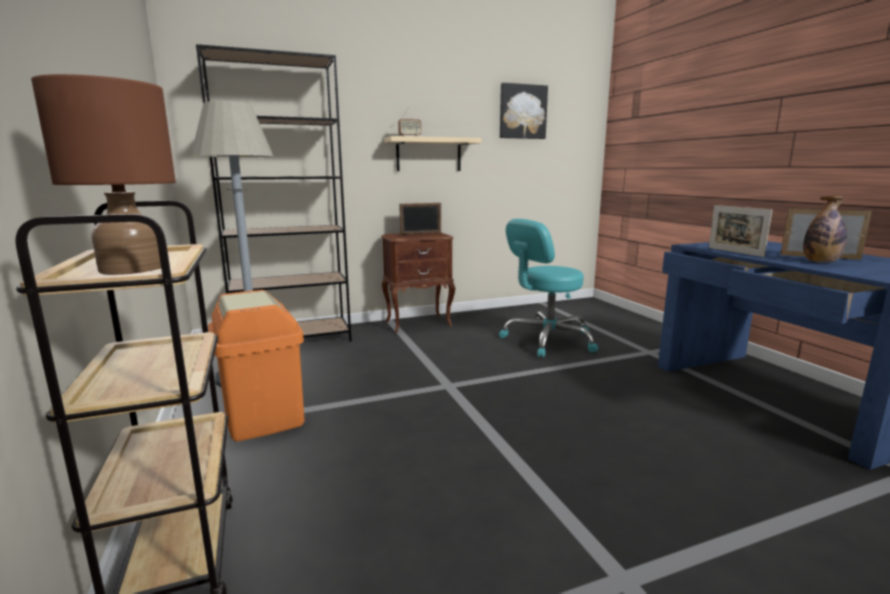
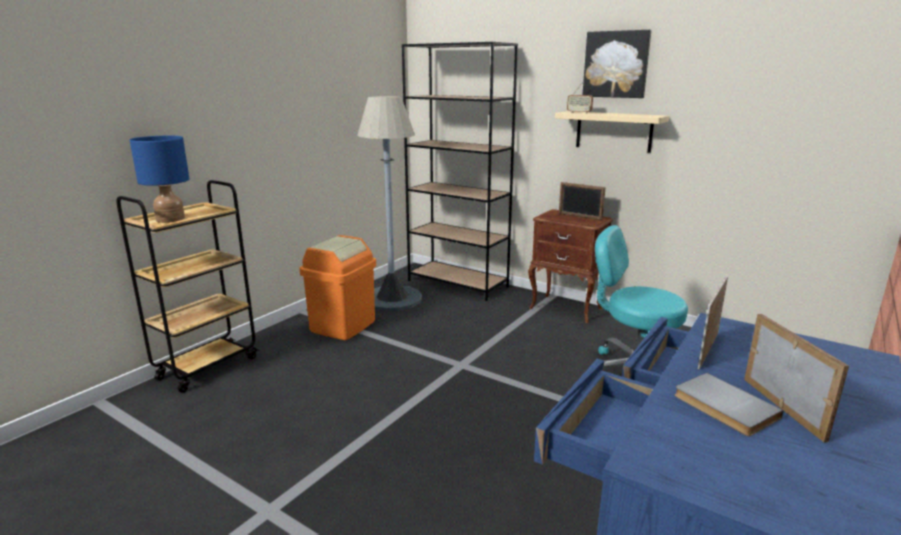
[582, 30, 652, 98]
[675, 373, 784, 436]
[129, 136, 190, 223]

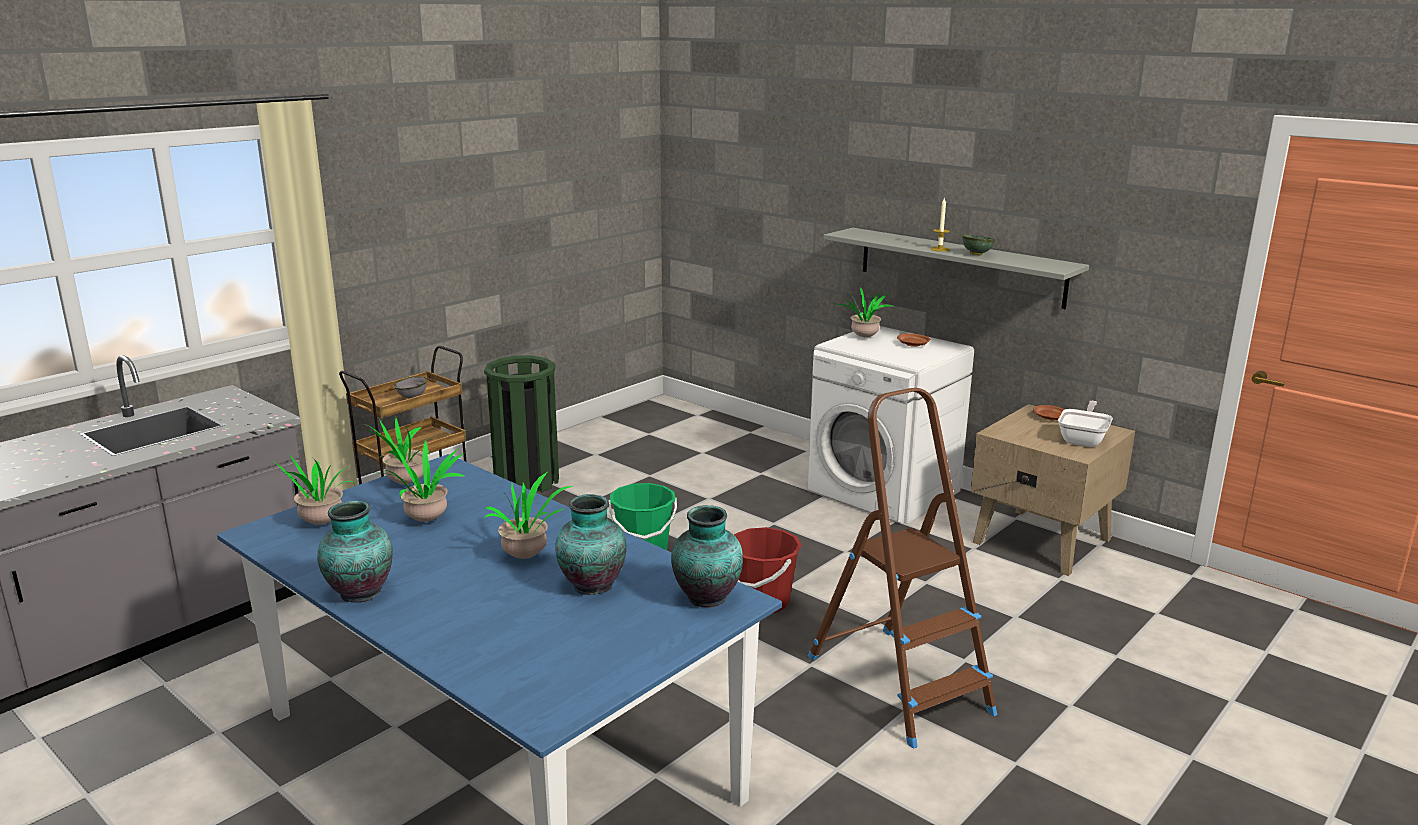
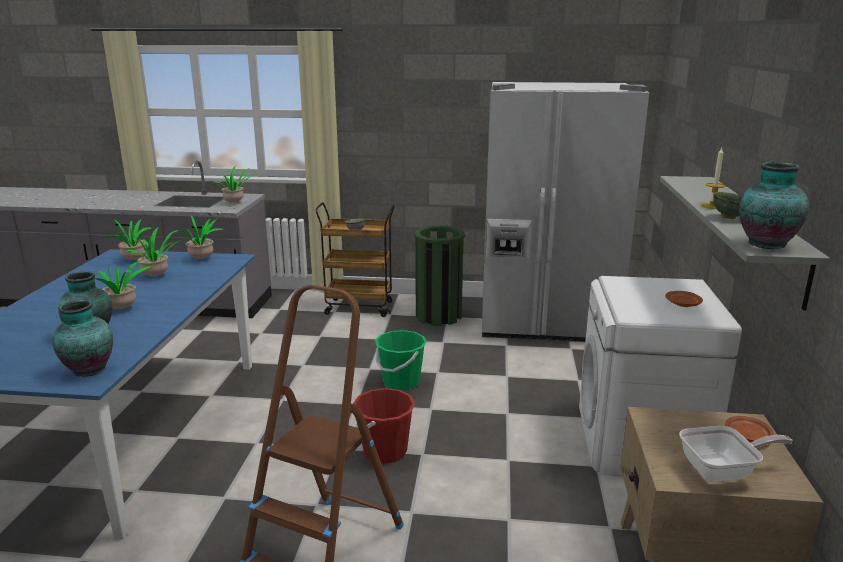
[482, 82, 649, 342]
[739, 162, 809, 249]
[213, 166, 254, 202]

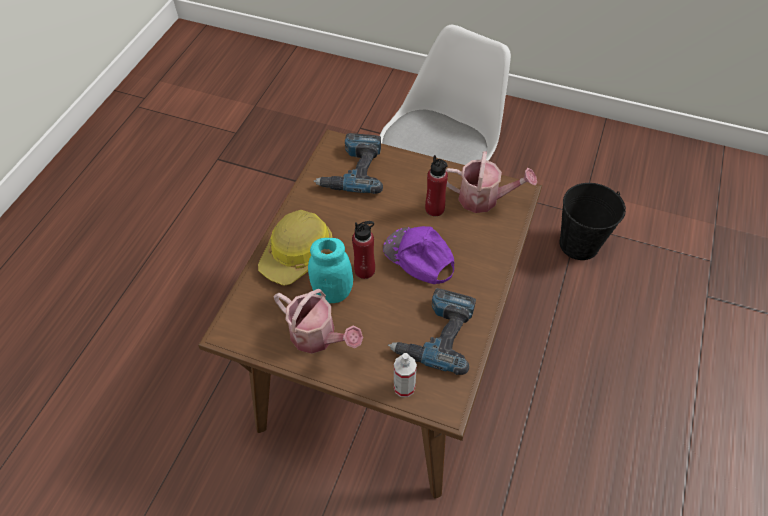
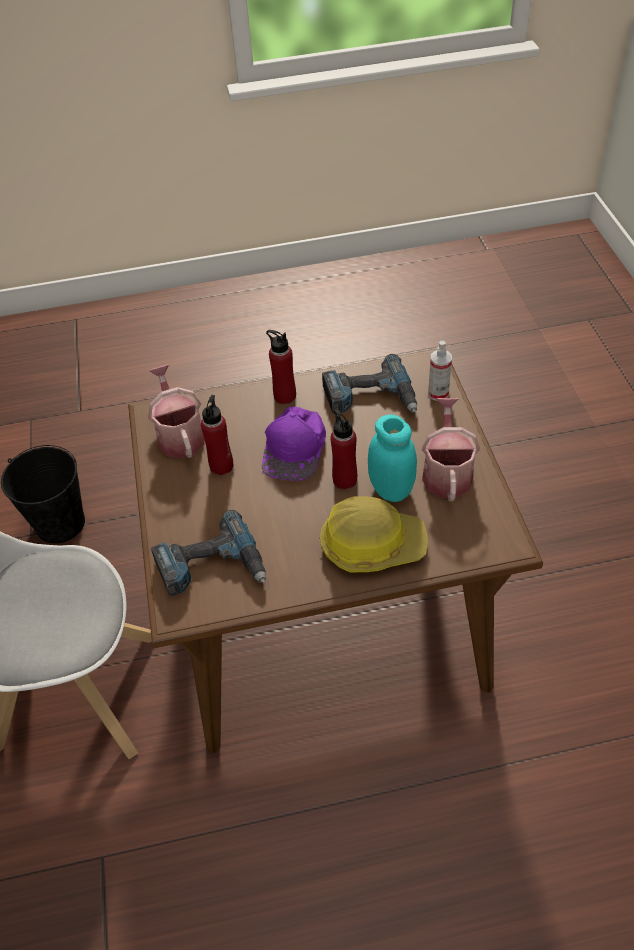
[266, 330, 296, 404]

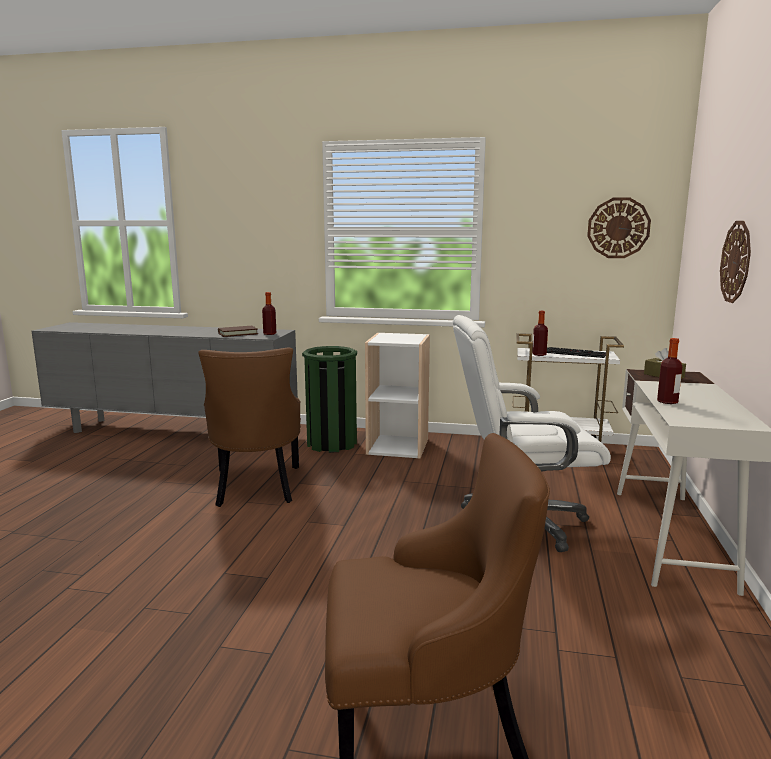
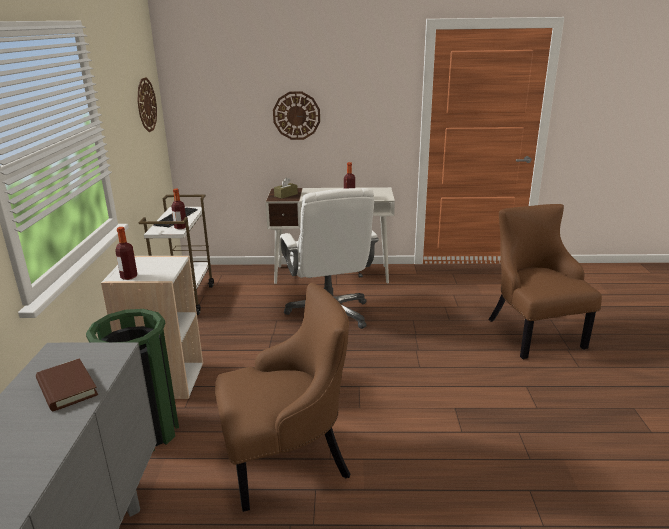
[115, 227, 137, 280]

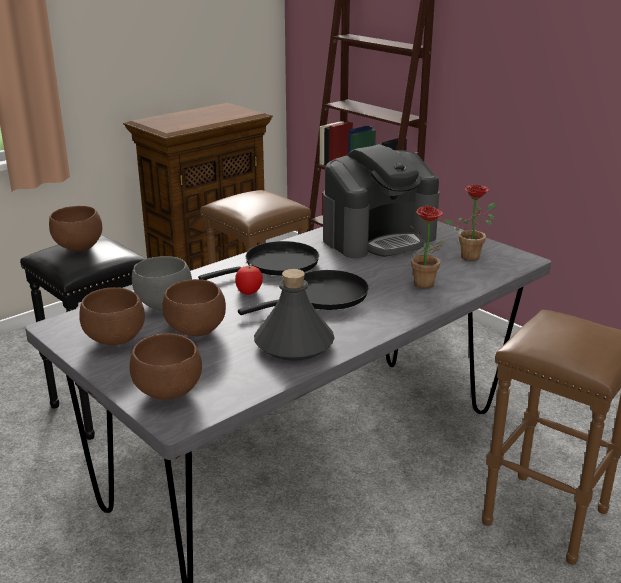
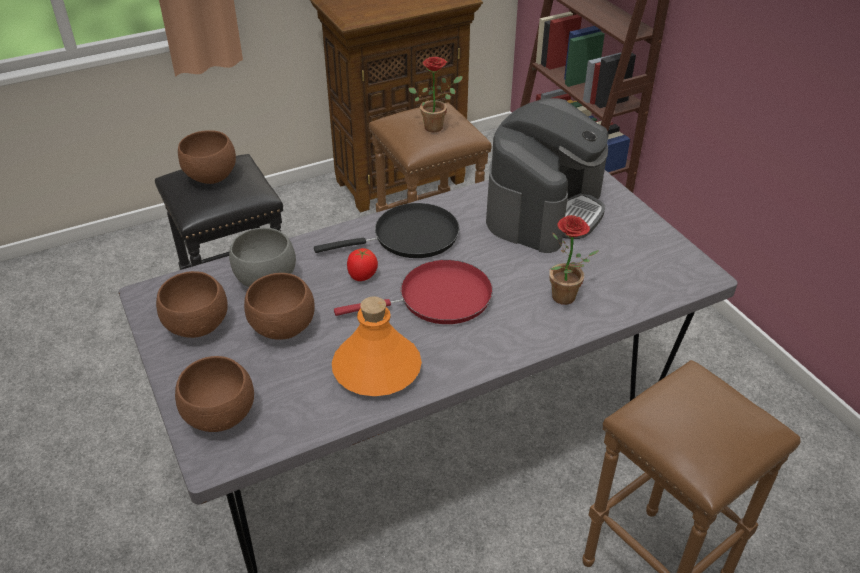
[409, 57, 463, 132]
[334, 260, 493, 324]
[332, 296, 422, 396]
[486, 98, 609, 253]

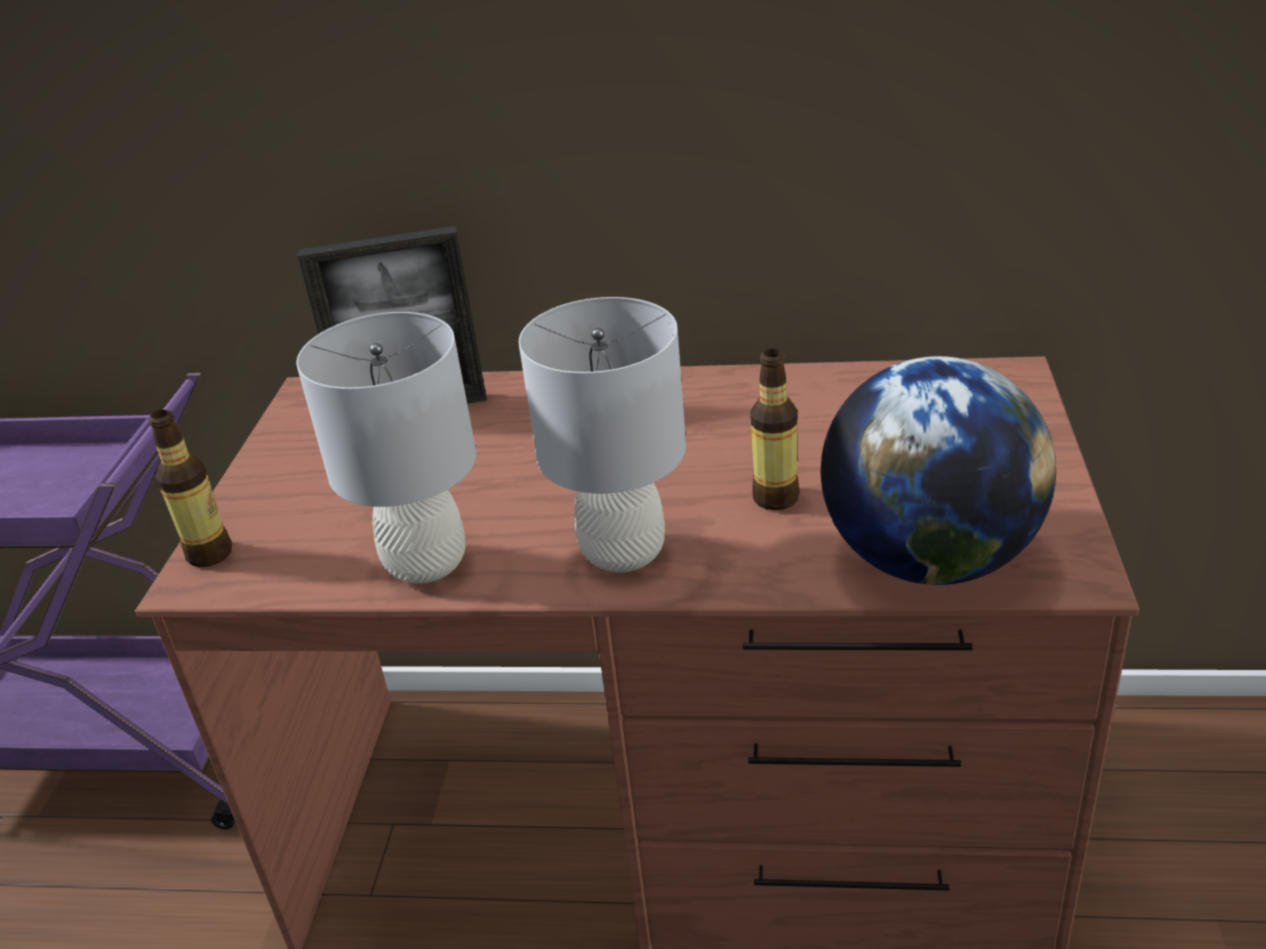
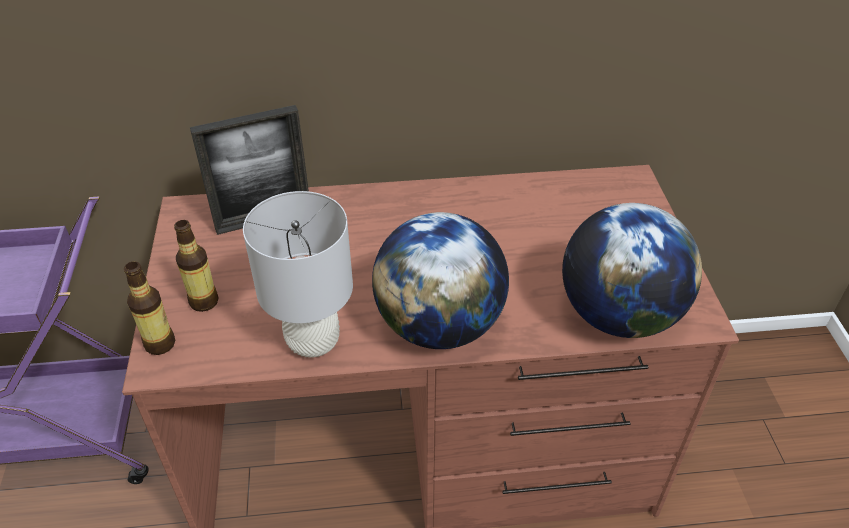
[174, 220, 219, 312]
[372, 212, 509, 349]

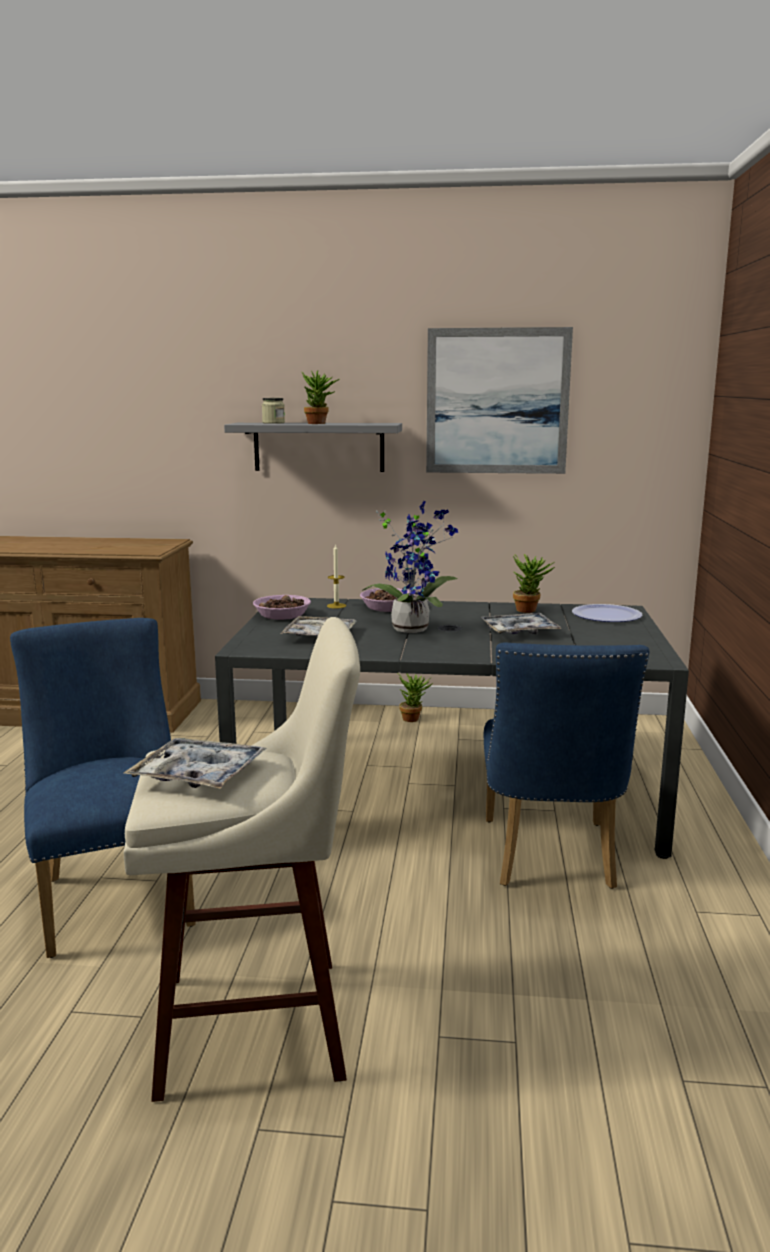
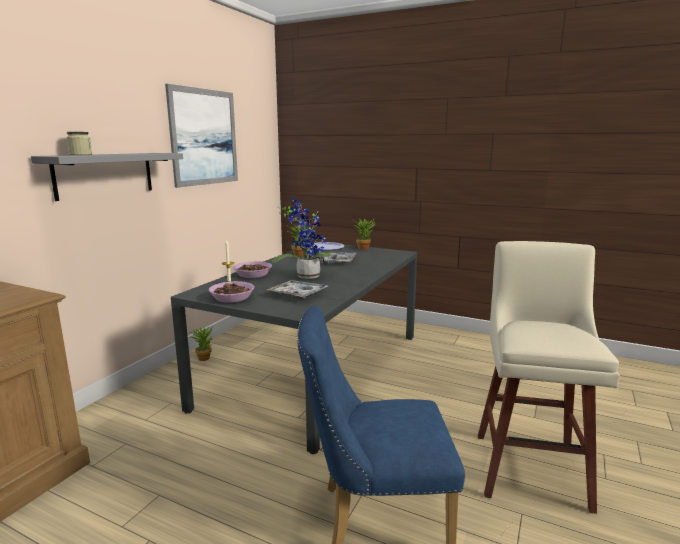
[124, 738, 267, 789] (first image)
[484, 642, 649, 889] (first image)
[354, 219, 376, 250]

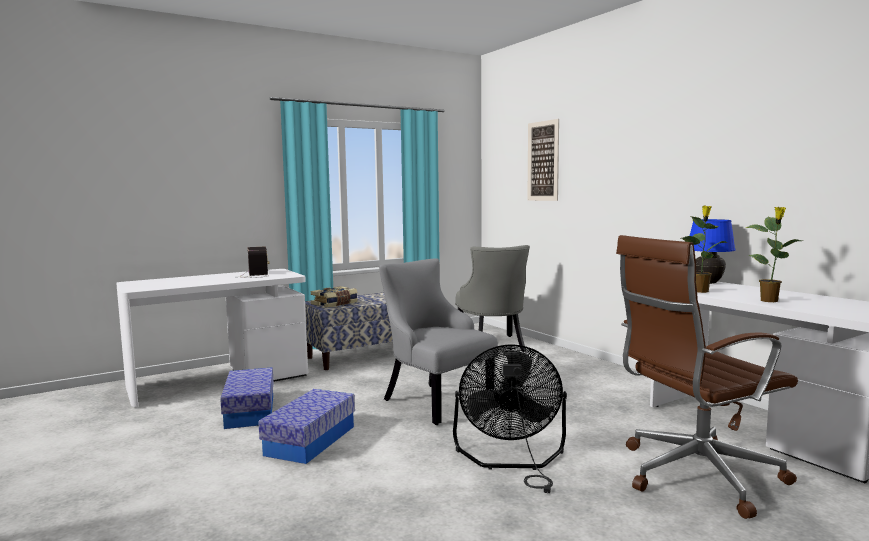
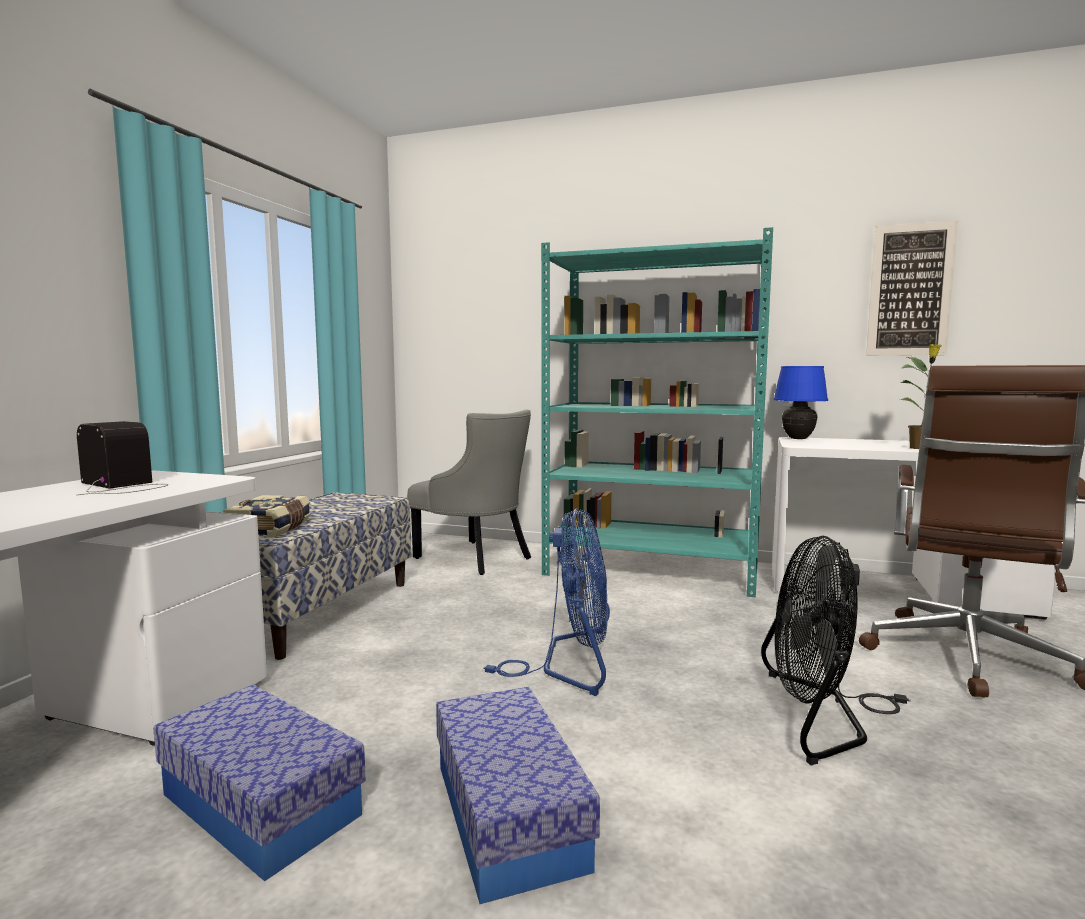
[682, 206, 728, 293] (first image)
[541, 227, 773, 598]
[866, 221, 958, 356]
[484, 508, 610, 696]
[761, 536, 911, 766]

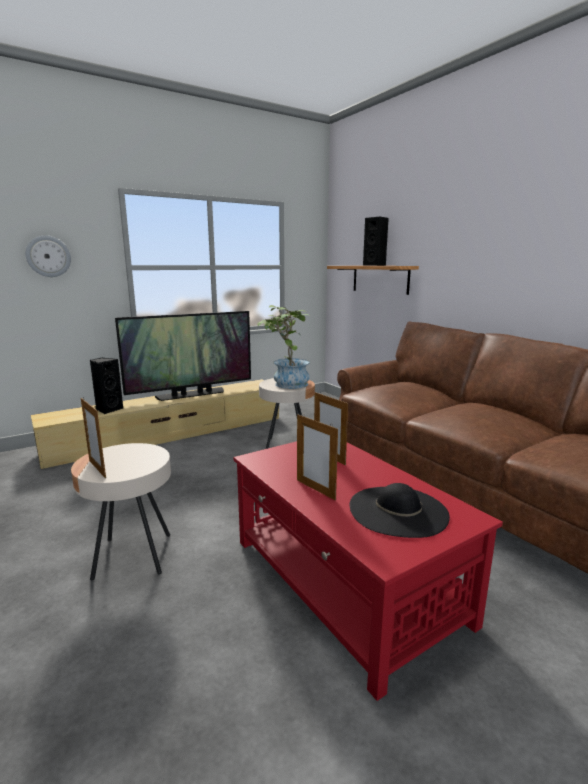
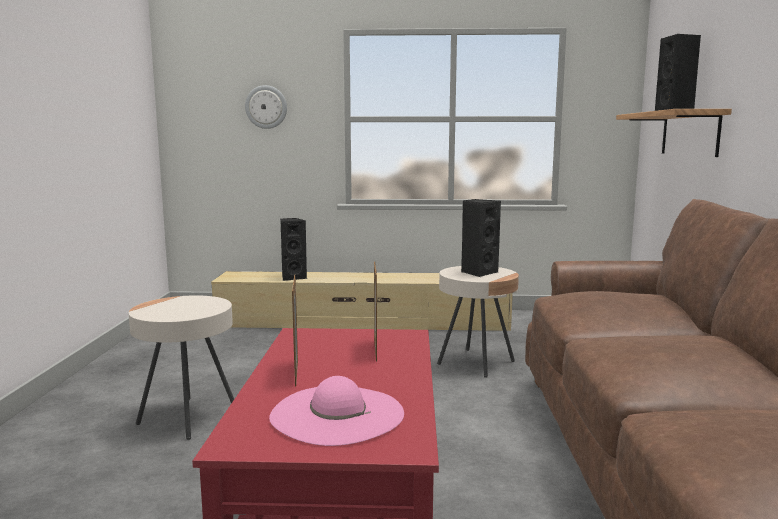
[81, 397, 106, 479] (first image)
[115, 311, 251, 401] (first image)
[461, 199, 501, 277]
[269, 376, 404, 446]

